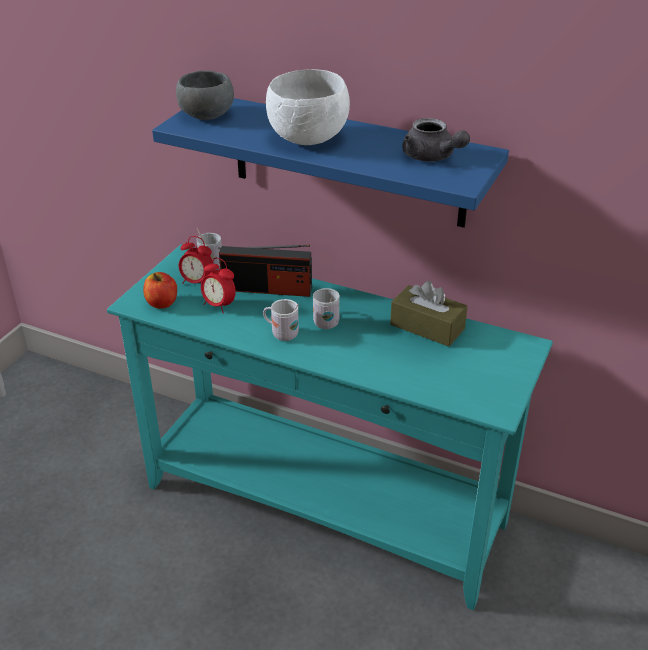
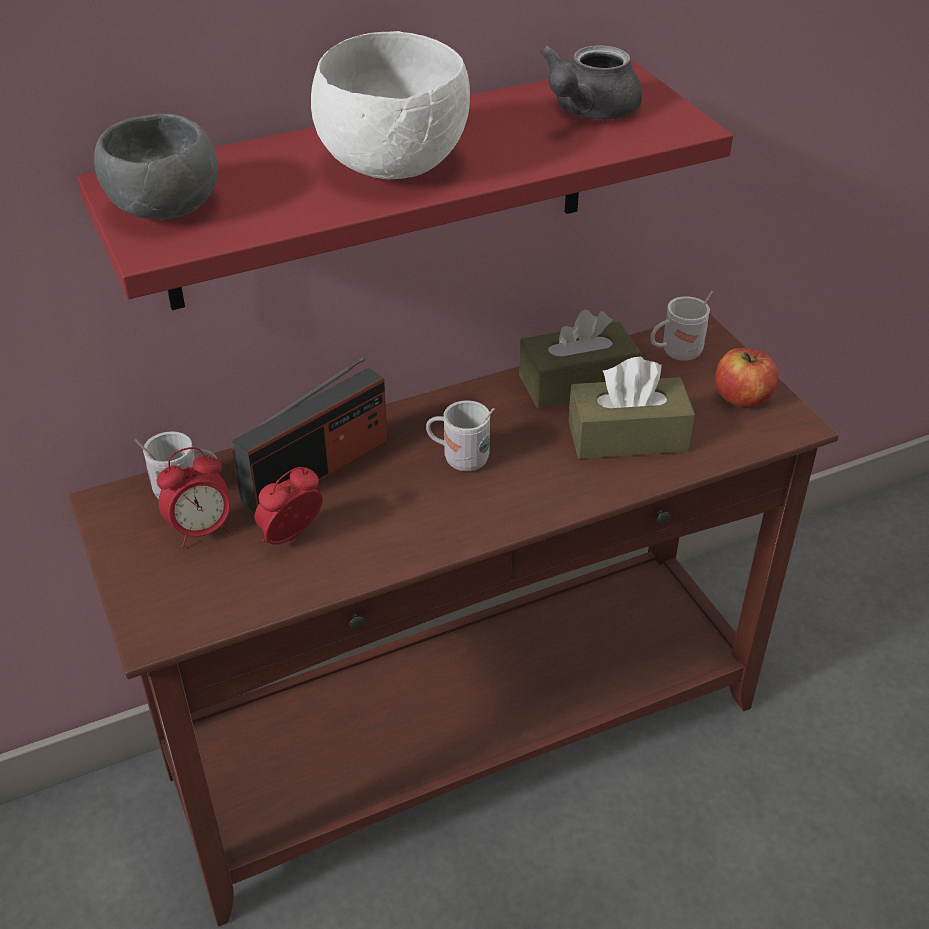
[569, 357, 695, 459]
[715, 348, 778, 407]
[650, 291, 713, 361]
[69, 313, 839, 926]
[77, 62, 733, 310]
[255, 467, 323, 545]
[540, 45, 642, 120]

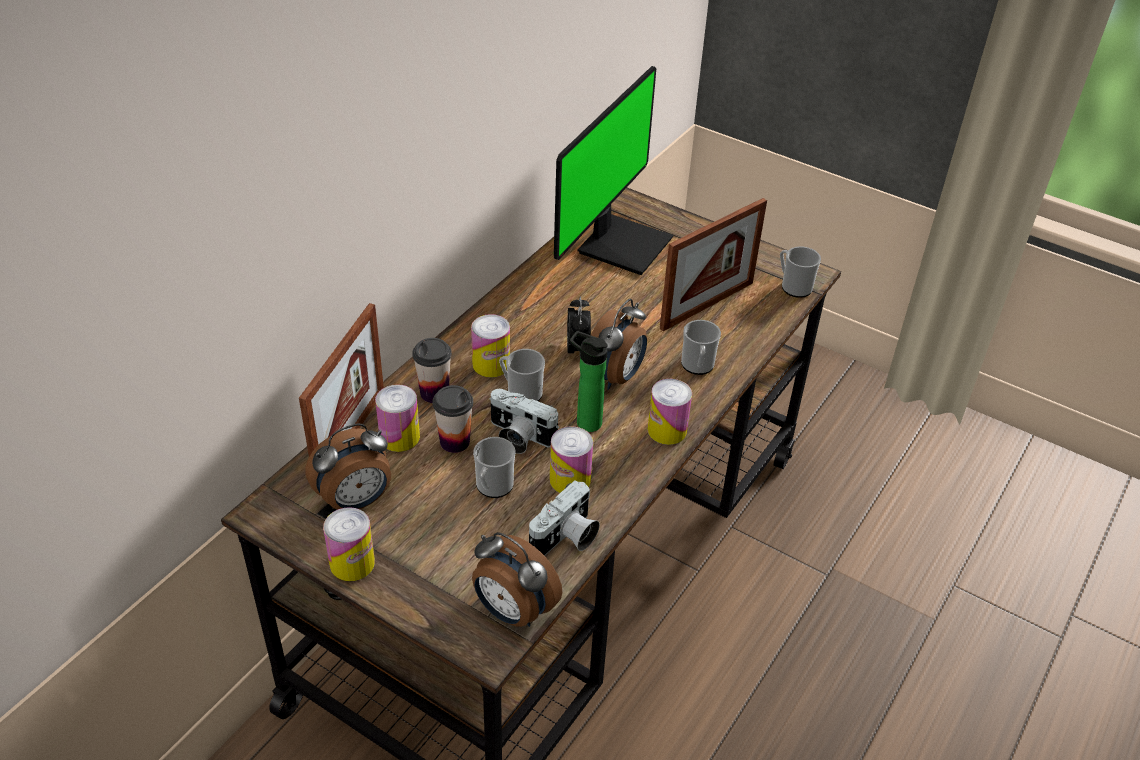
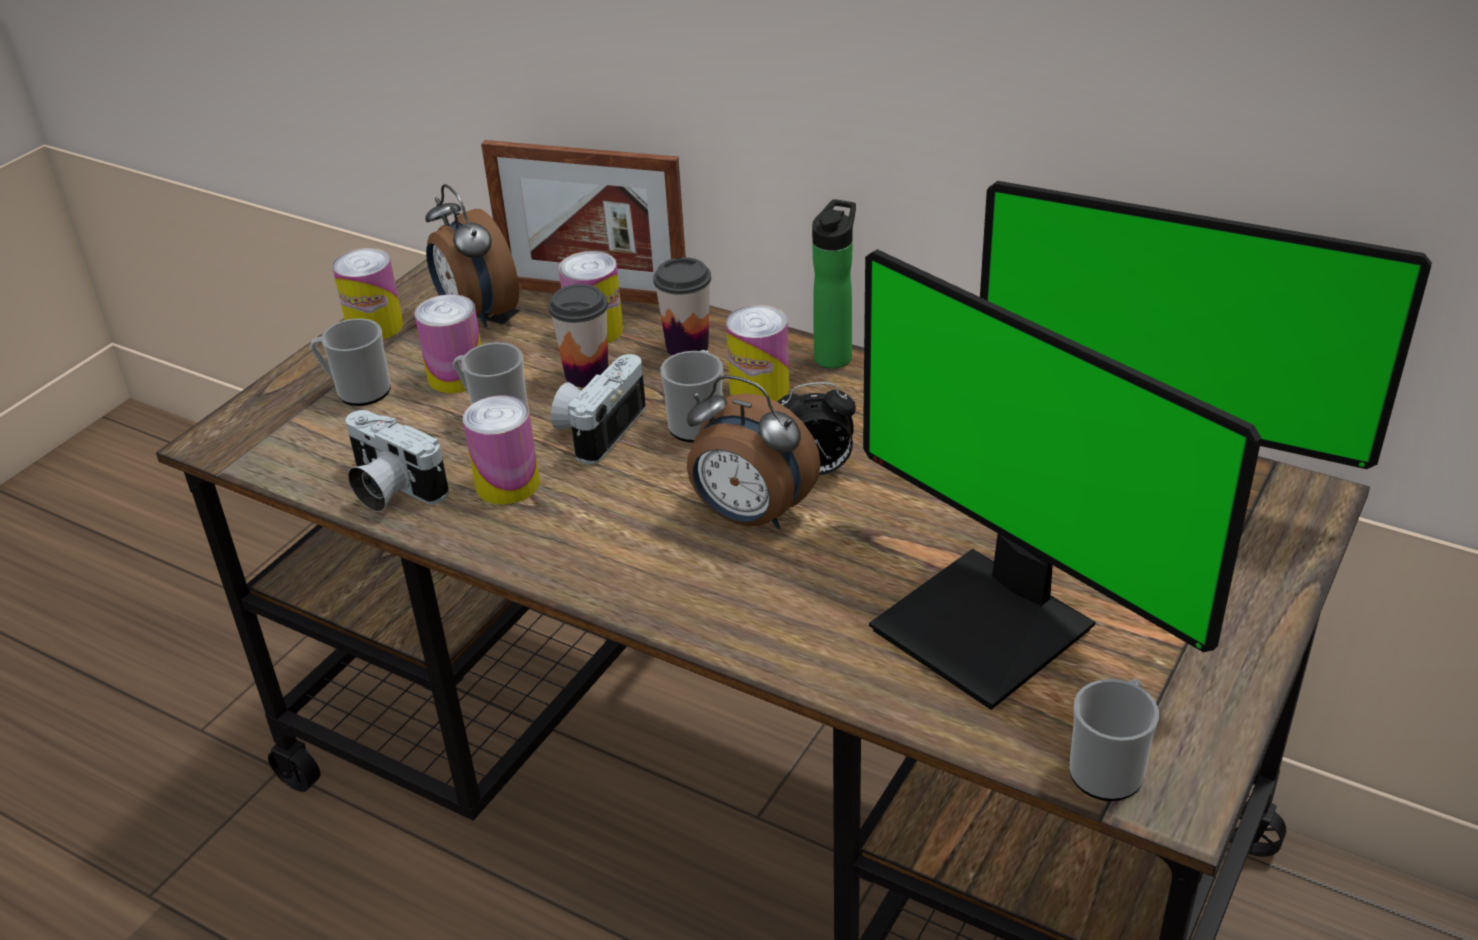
[472, 532, 563, 627] (first image)
[812, 199, 856, 369]
[415, 294, 481, 393]
[310, 318, 391, 406]
[863, 249, 1262, 710]

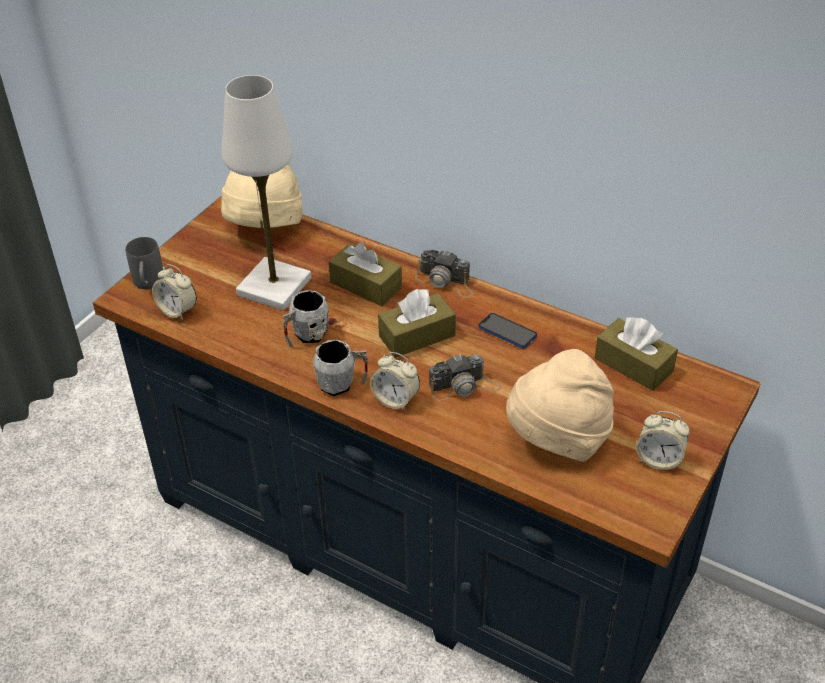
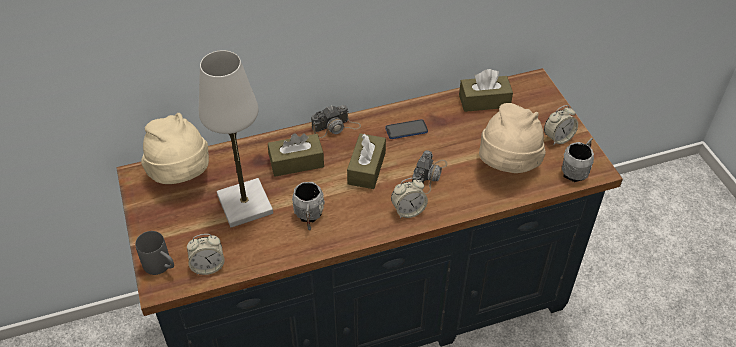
[562, 138, 594, 182]

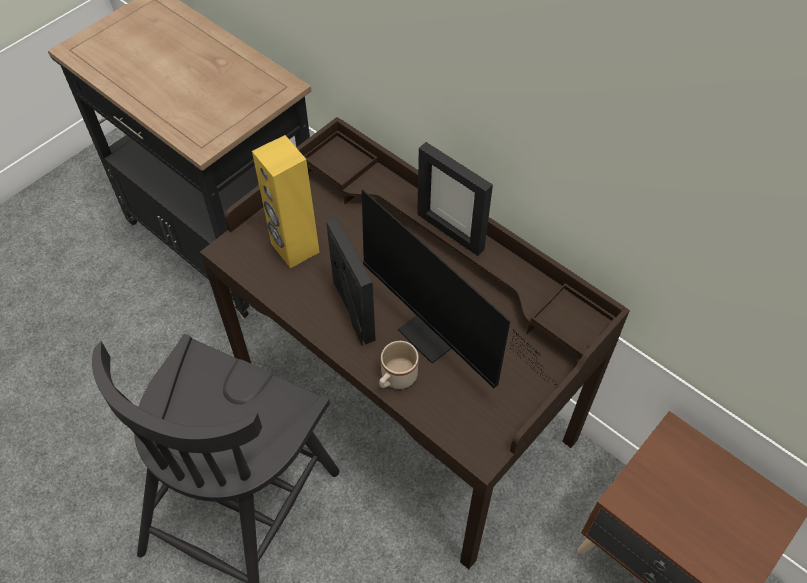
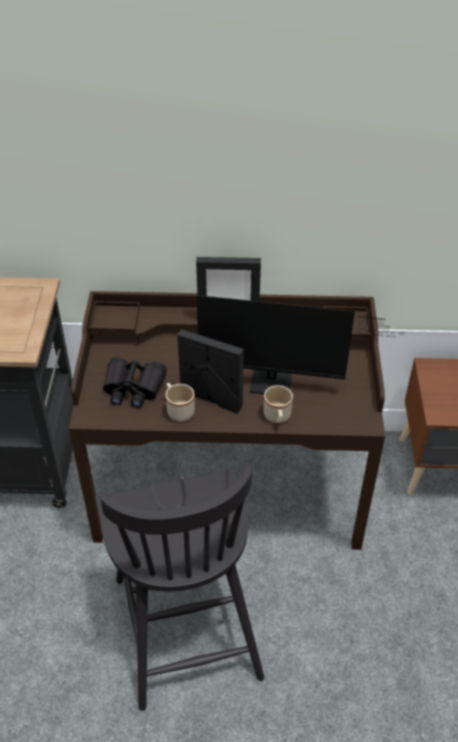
[166, 383, 195, 421]
[103, 357, 167, 408]

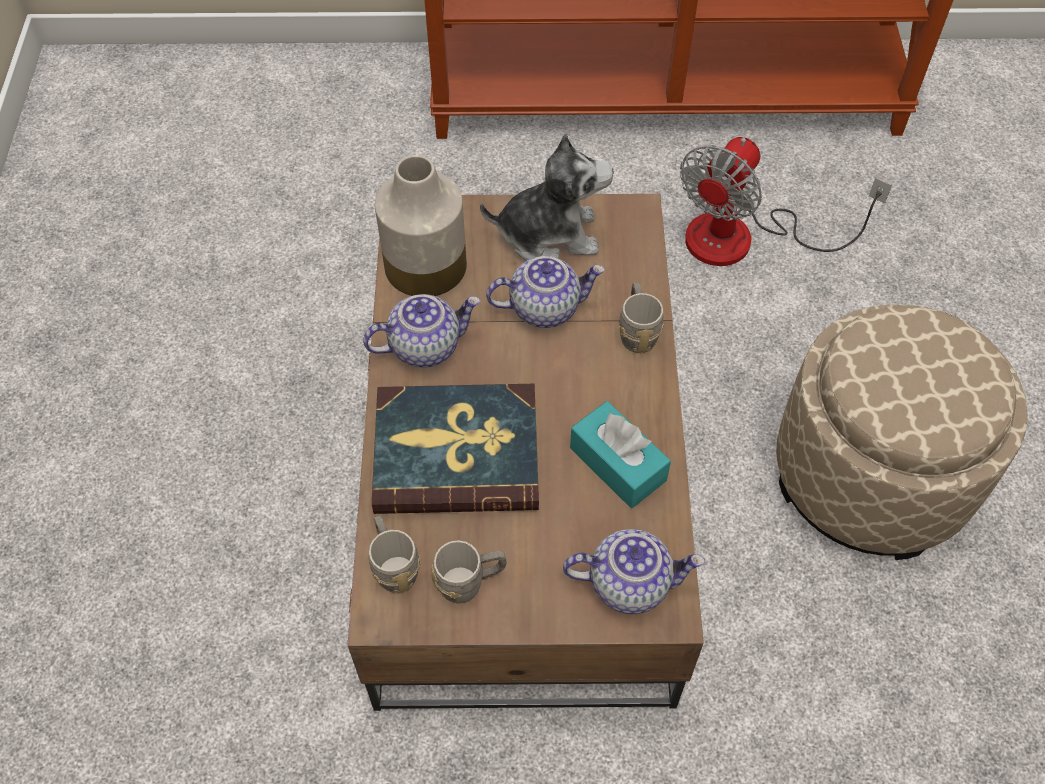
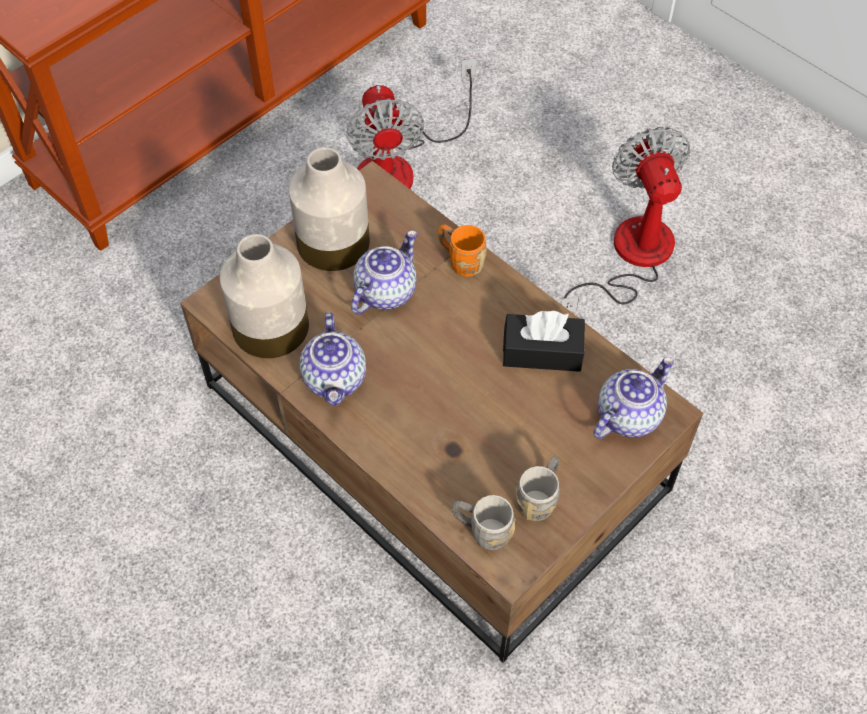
[372, 384, 539, 514] (first image)
[289, 147, 370, 271]
[561, 127, 691, 312]
[503, 311, 585, 372]
[438, 224, 487, 277]
[300, 312, 366, 406]

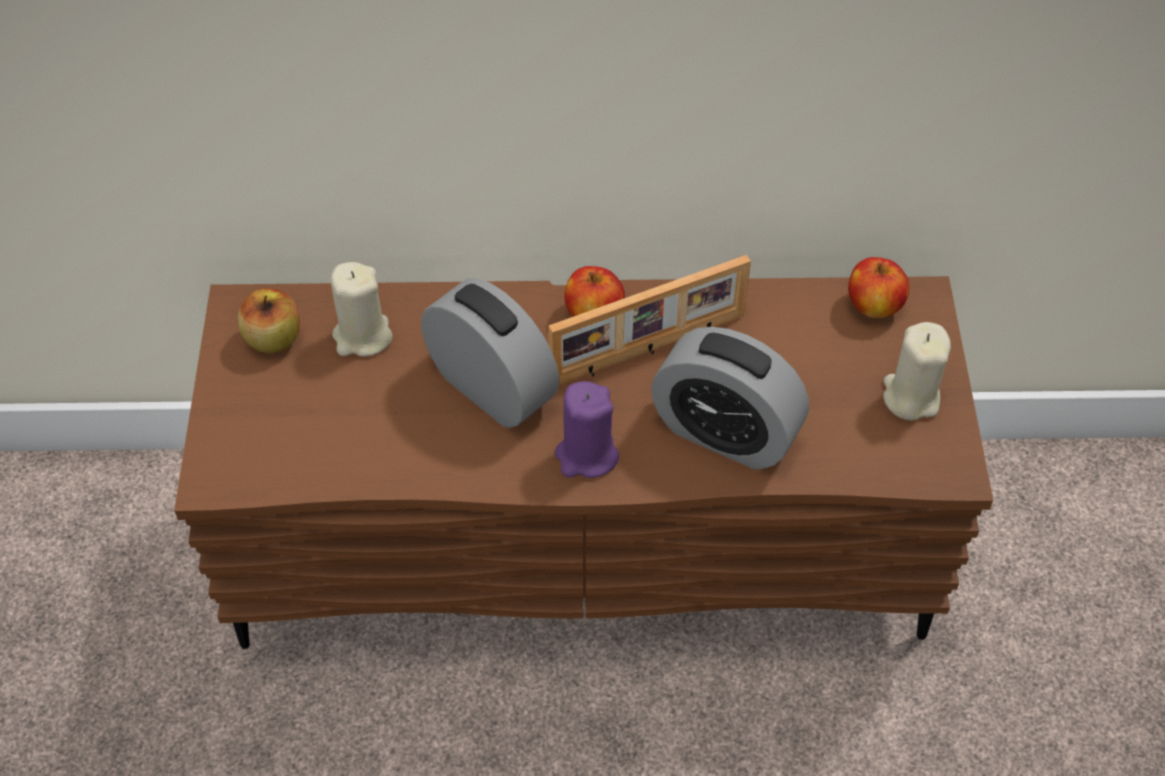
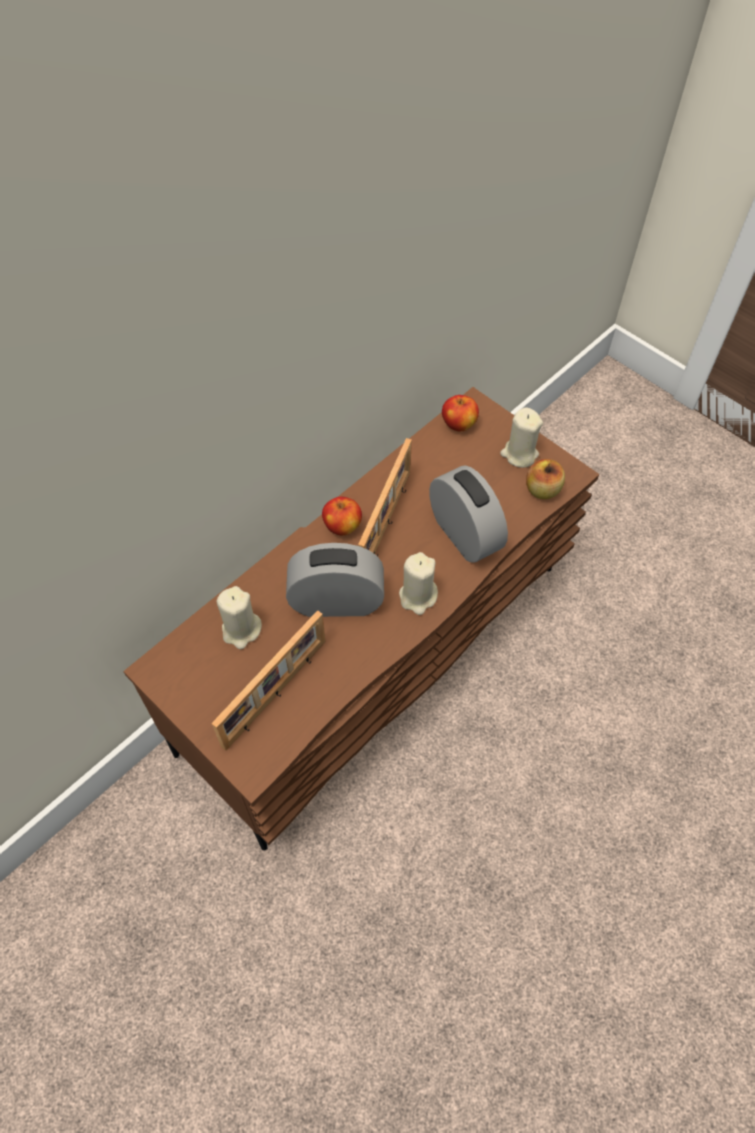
[211, 610, 326, 751]
[526, 459, 565, 499]
[399, 552, 438, 615]
[429, 465, 508, 563]

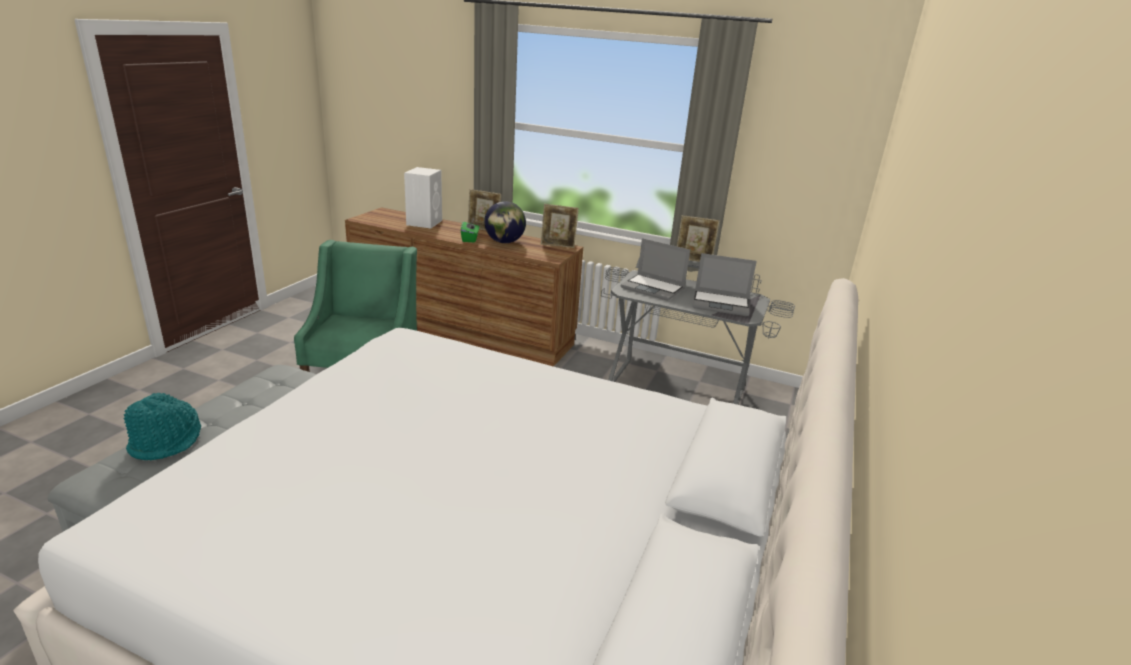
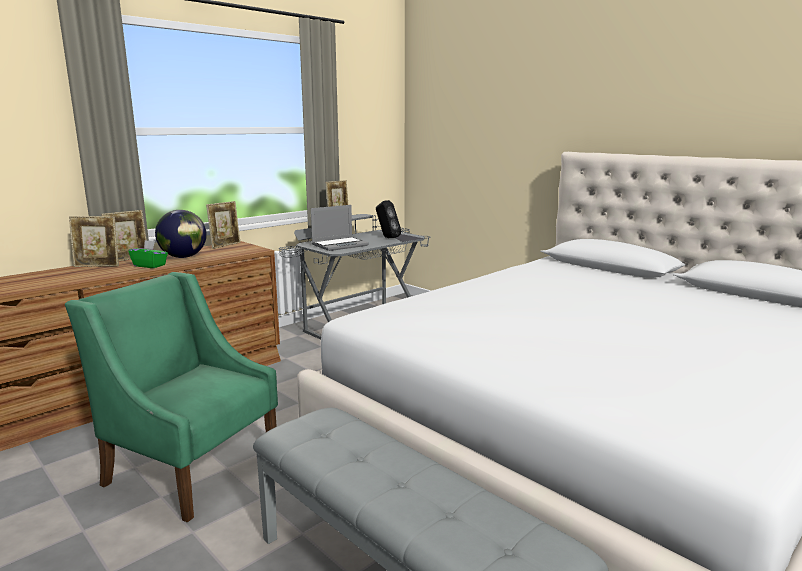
[124, 393, 201, 460] (first image)
[404, 167, 442, 229] (first image)
[69, 216, 119, 267]
[376, 200, 401, 238]

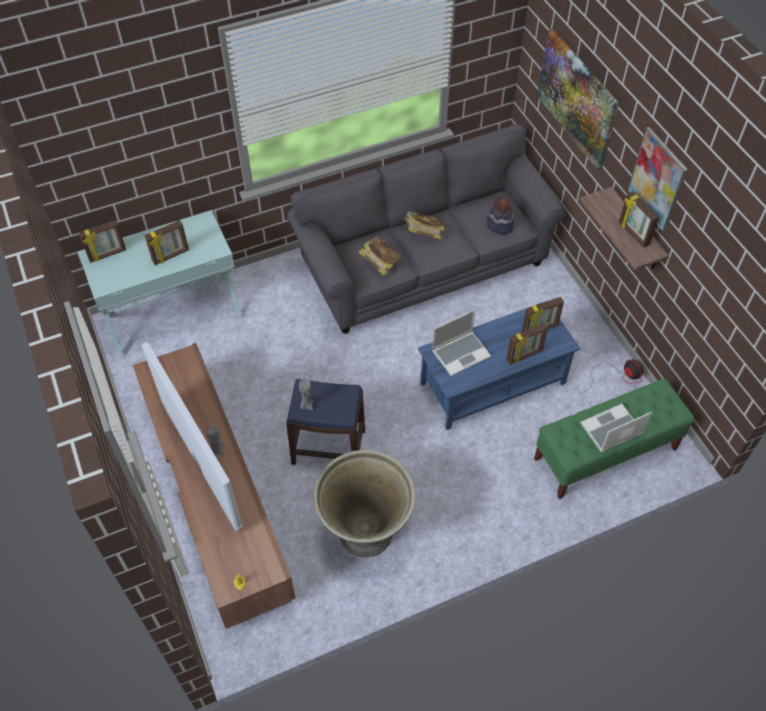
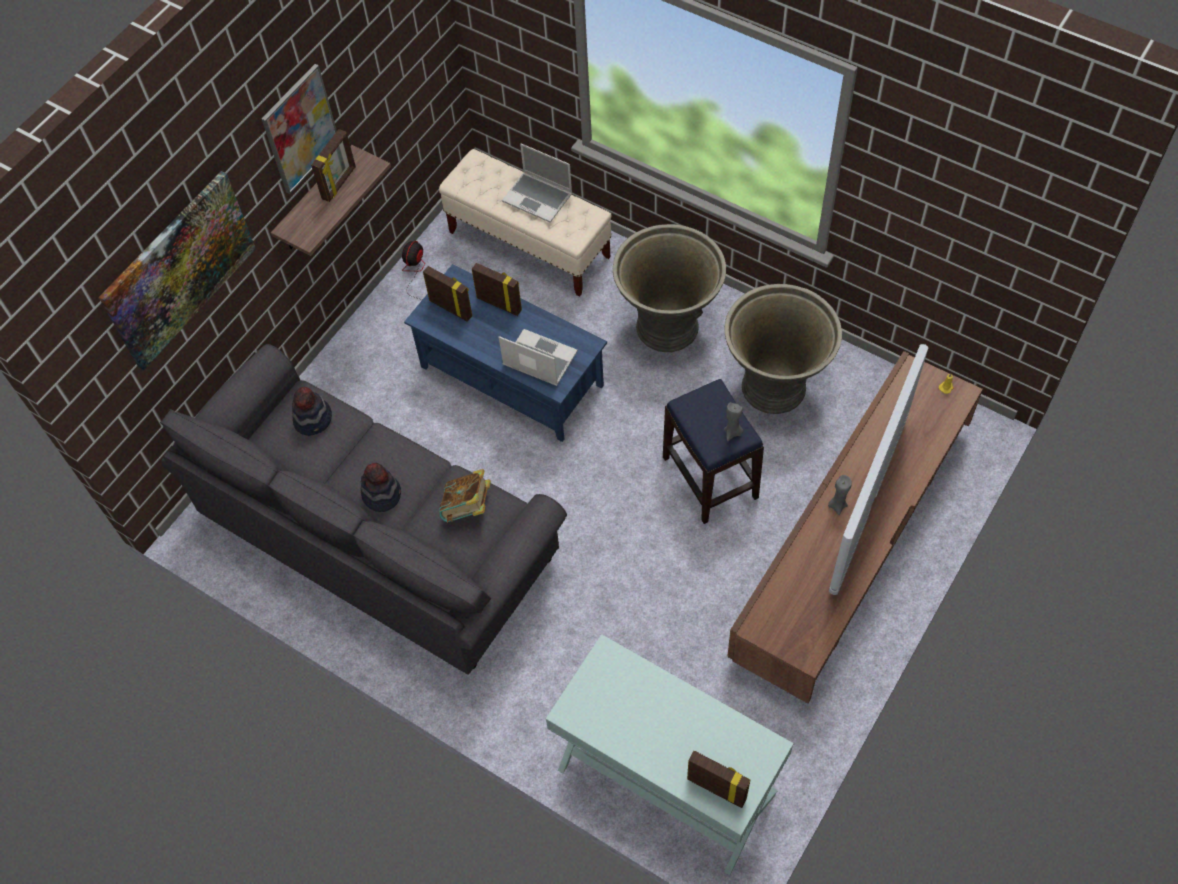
[144, 220, 189, 265] (first image)
[613, 224, 726, 352]
[360, 463, 401, 512]
[439, 149, 611, 297]

